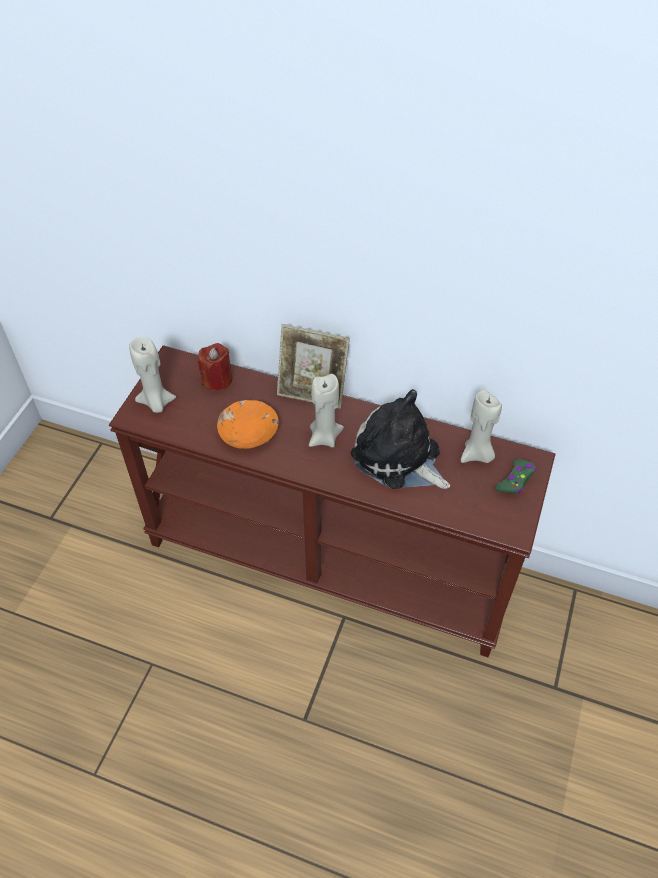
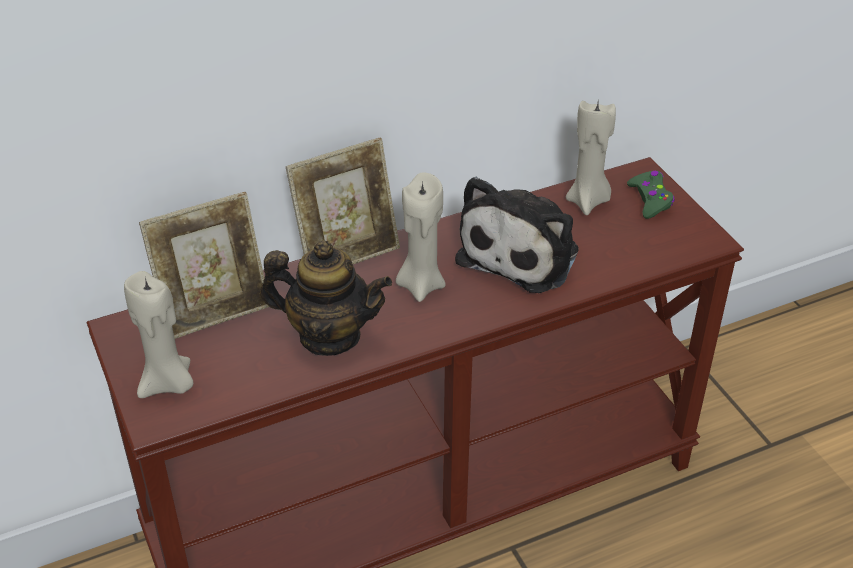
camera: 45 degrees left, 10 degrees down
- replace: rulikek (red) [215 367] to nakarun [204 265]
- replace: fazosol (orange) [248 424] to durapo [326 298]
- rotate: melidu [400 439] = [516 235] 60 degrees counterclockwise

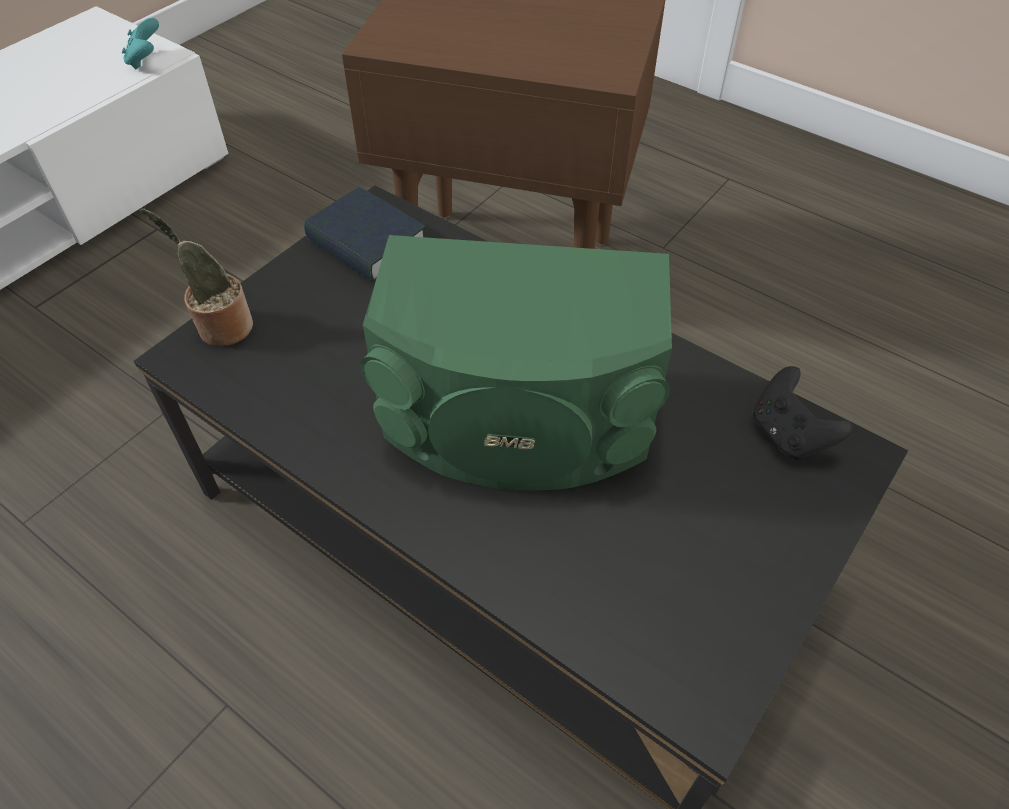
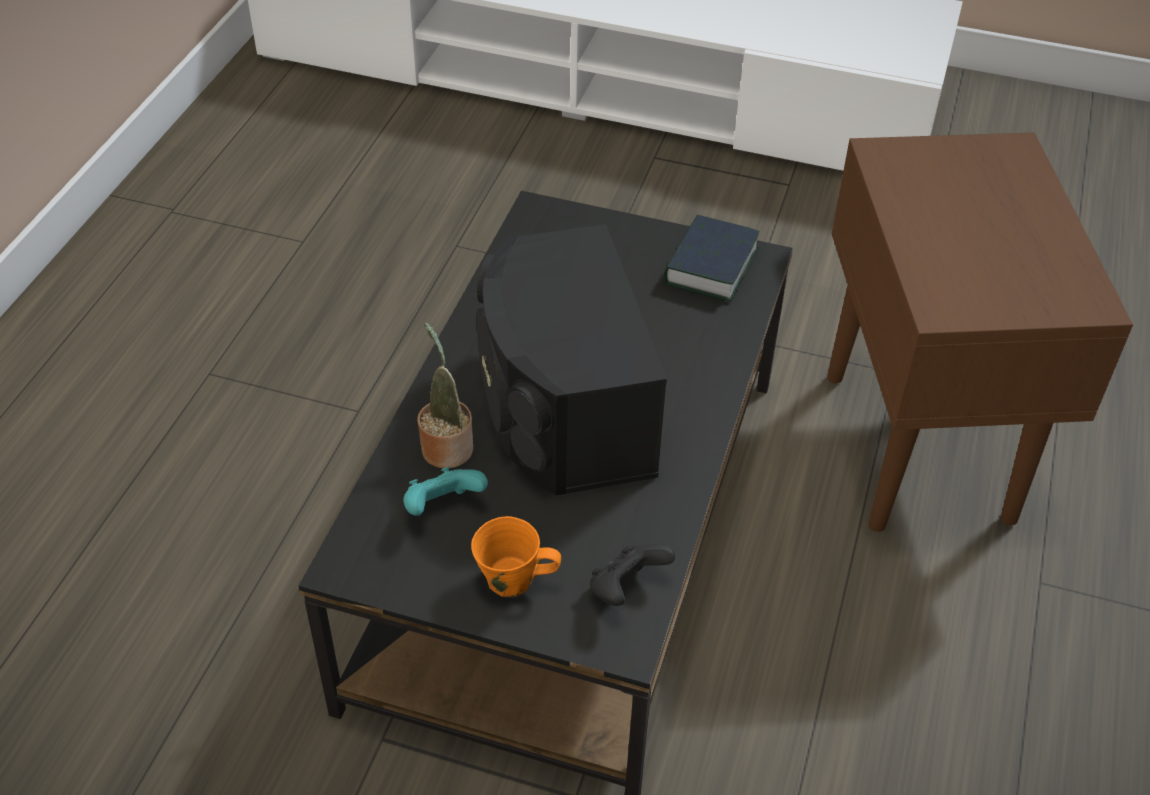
camera: 70 degrees right, 5 degrees down
- move: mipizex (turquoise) [140 44] to [445 491]
- move: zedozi [196 277] to [445 395]
- recolor: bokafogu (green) [516 362] to bokafogu (black) [572 359]
- insert: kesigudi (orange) [516 556]

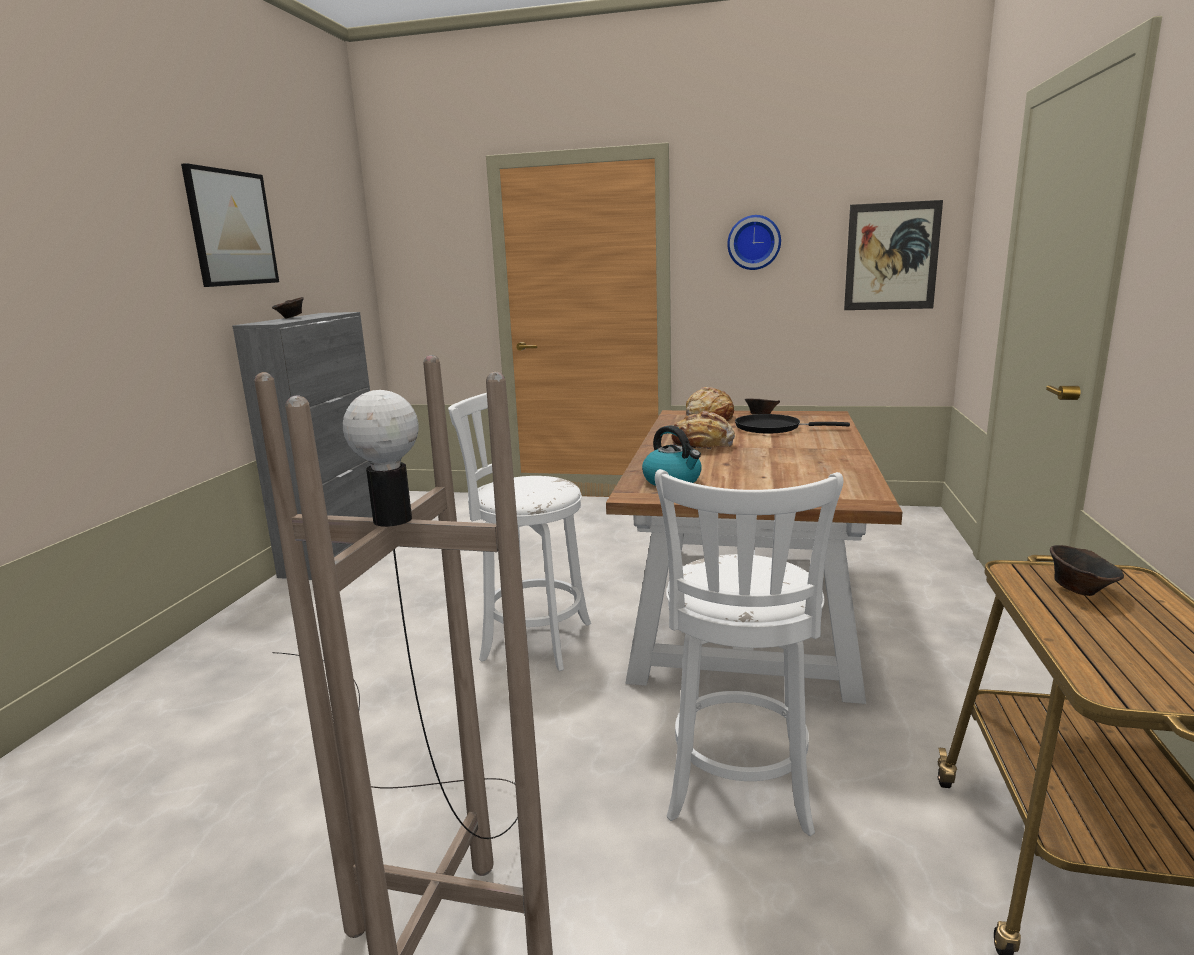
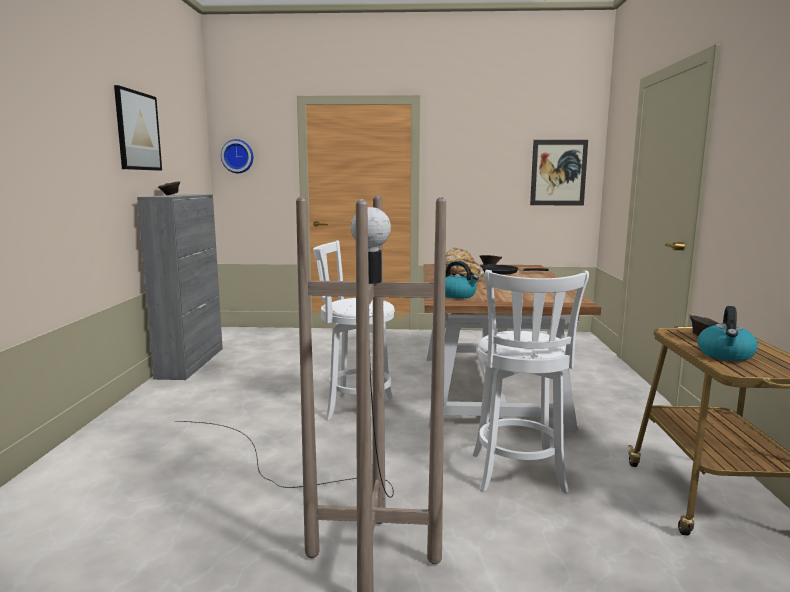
camera: 10 degrees left, 5 degrees down
- move: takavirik [754 242] to [237 156]
- insert: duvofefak [727 333]

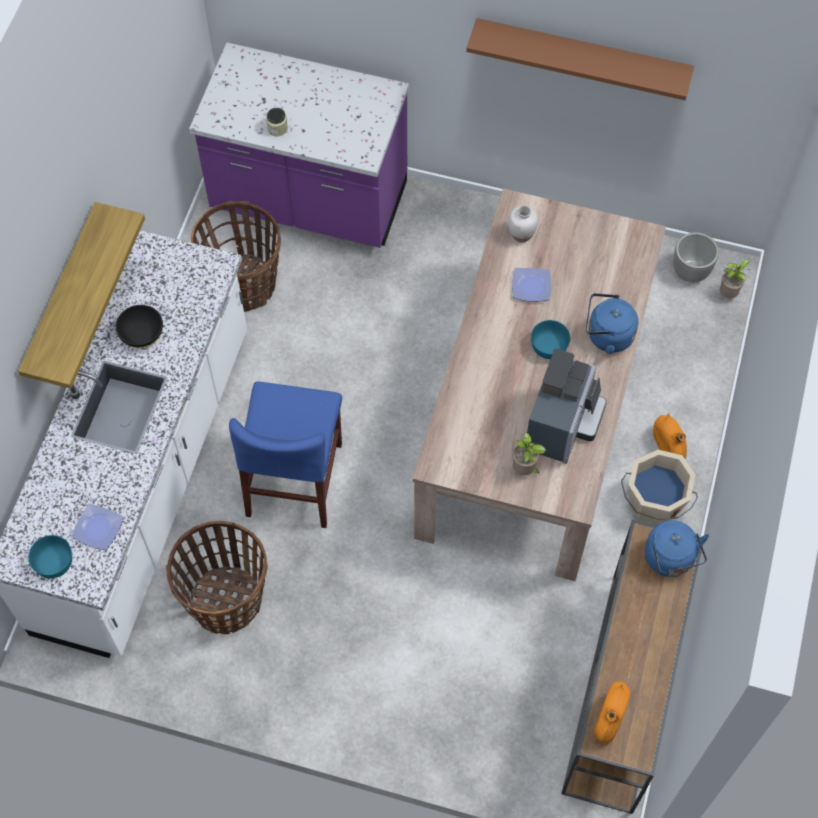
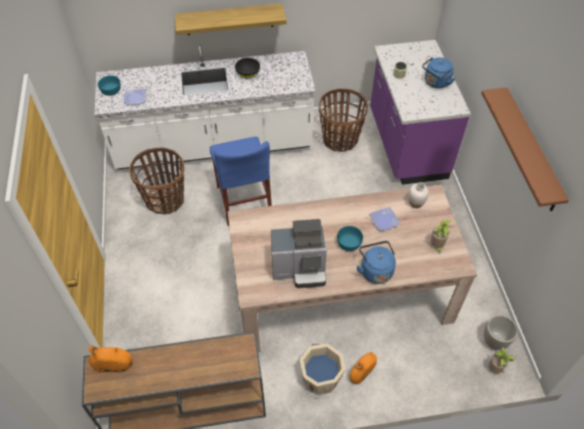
camera: 65 degrees right, 10 degrees down
- rotate: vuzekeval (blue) [285 455] = [241 181] 90 degrees counterclockwise
- move: zedozi [529 454] to [440 237]
- move: duvofefak (blue) [677 549] to [438 72]

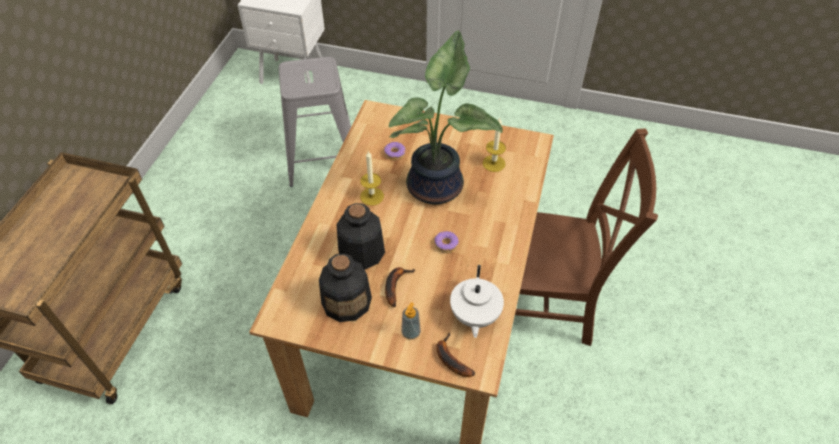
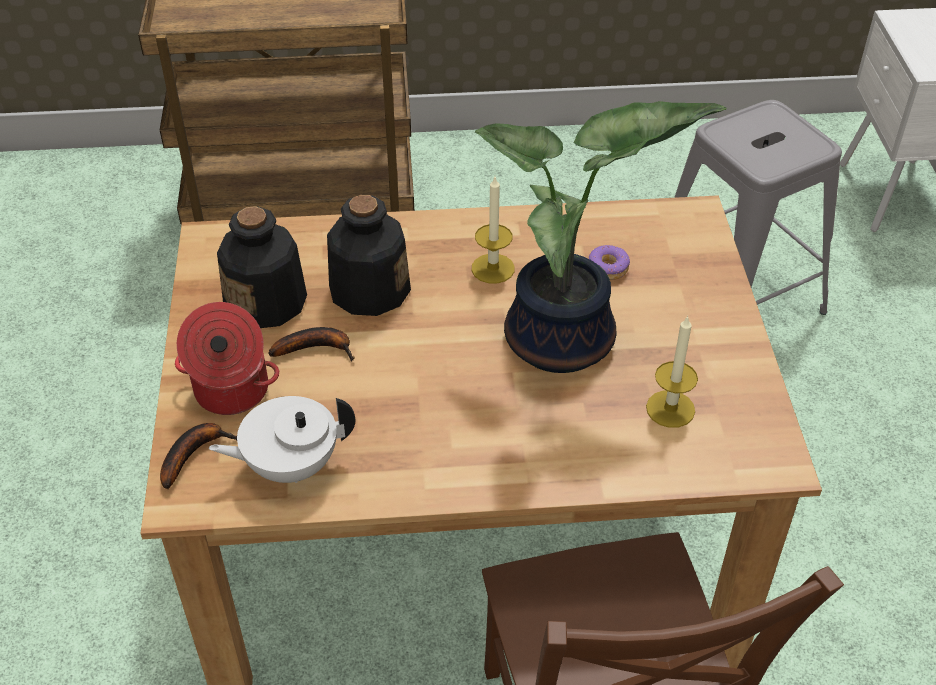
camera: 70 degrees right, 5 degrees down
- replace: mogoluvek [411 321] to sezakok [227 358]
- delete: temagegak [446 242]

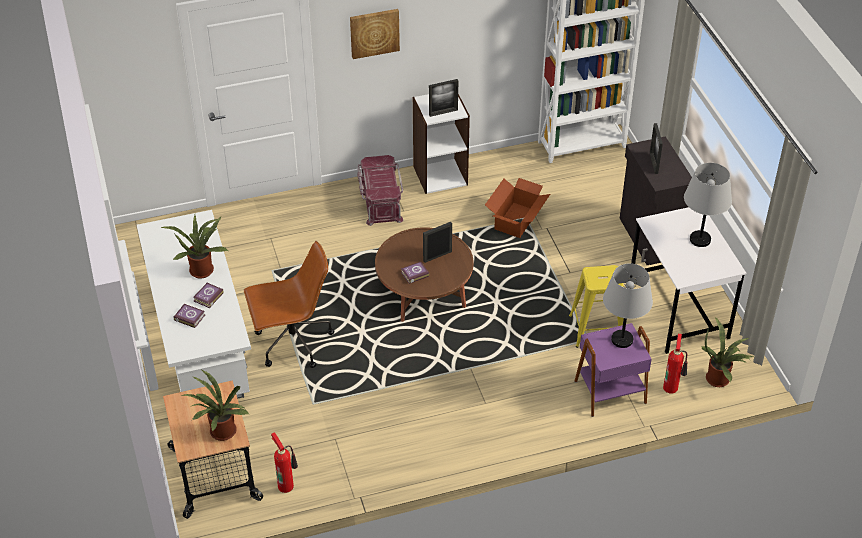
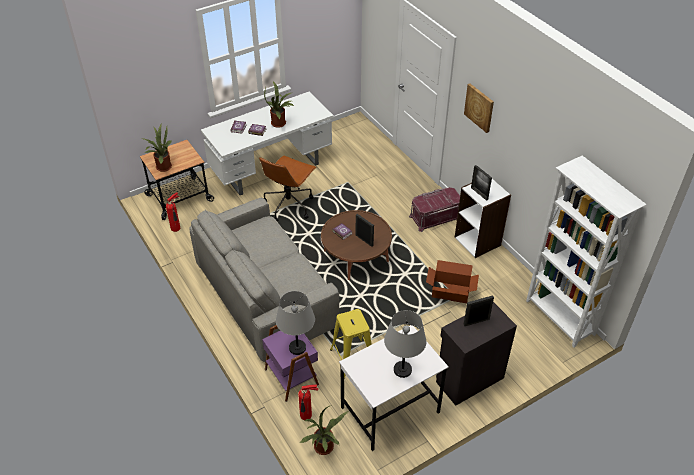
camera: 75 degrees right, 0 degrees up
- rotate: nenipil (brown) [289 304] = [287 189] 60 degrees clockwise
- insert: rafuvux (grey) [264 279]

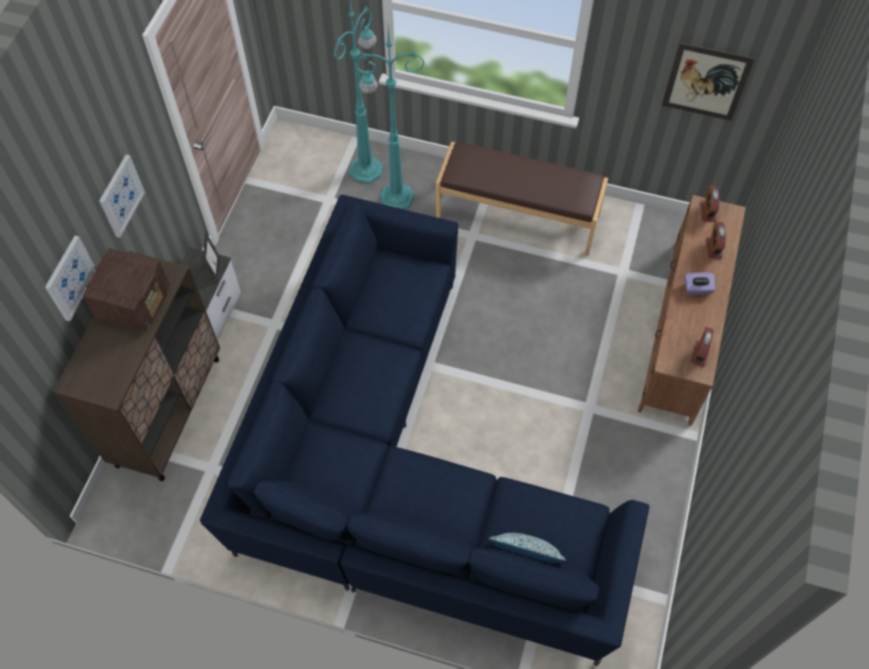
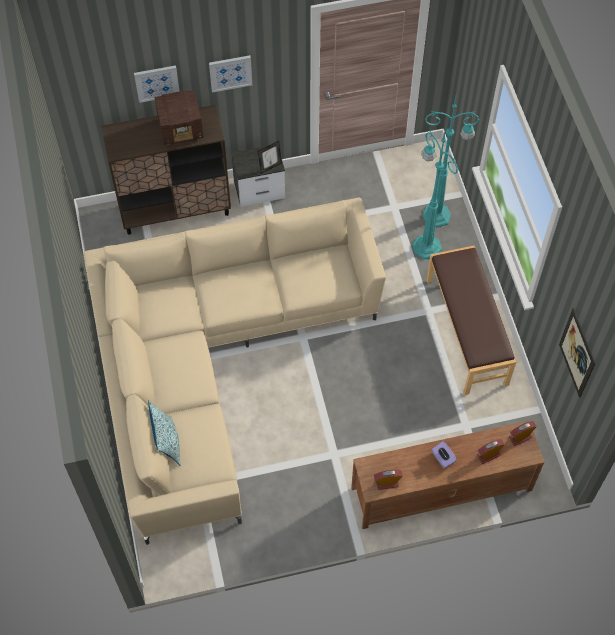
camera: 60 degrees right, 0 degrees up
- recolor: rafuvux (blue) [424 430] to rafuvux (beige) [235 371]

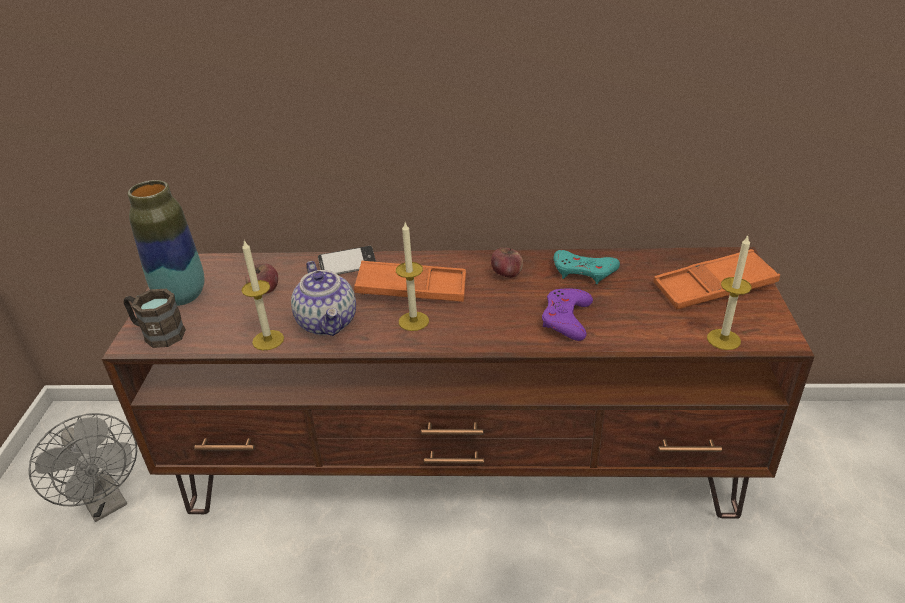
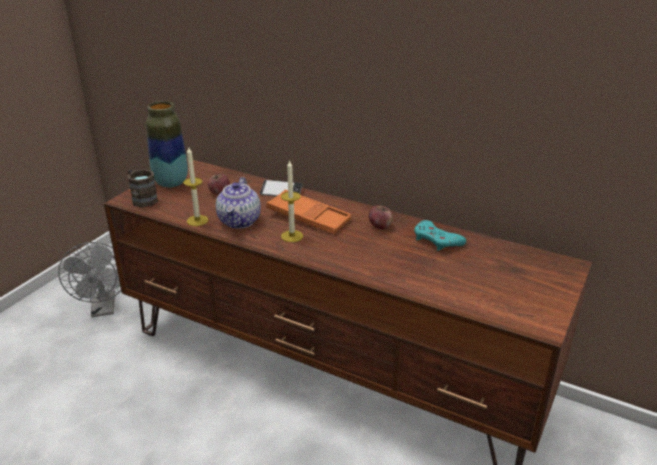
camera: 25 degrees right, 5 degrees down
- delete: mipizex (purple) [567 314]
- delete: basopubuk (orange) [717 279]
- delete: rulikek [729 293]

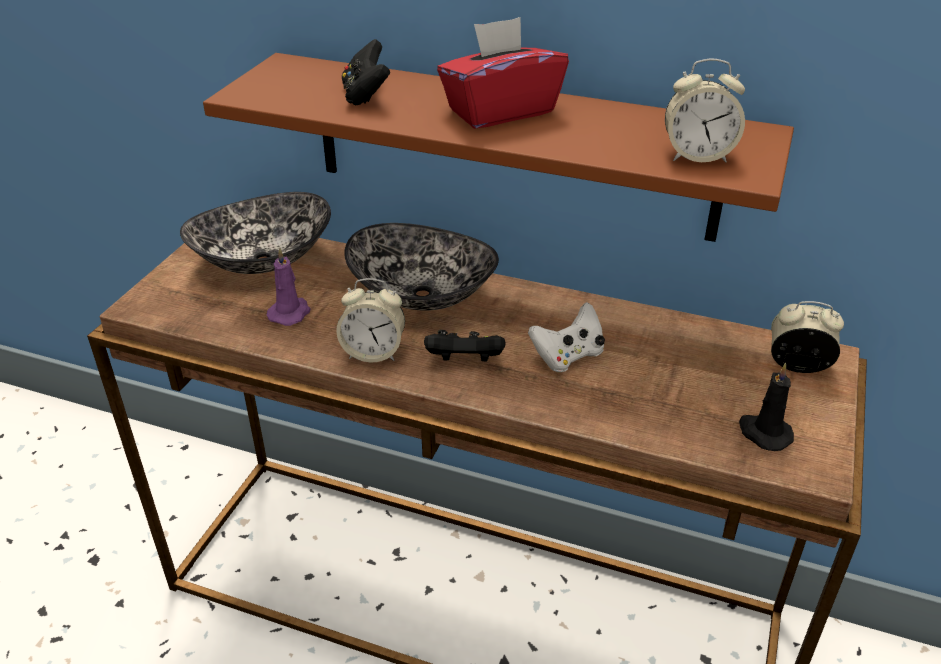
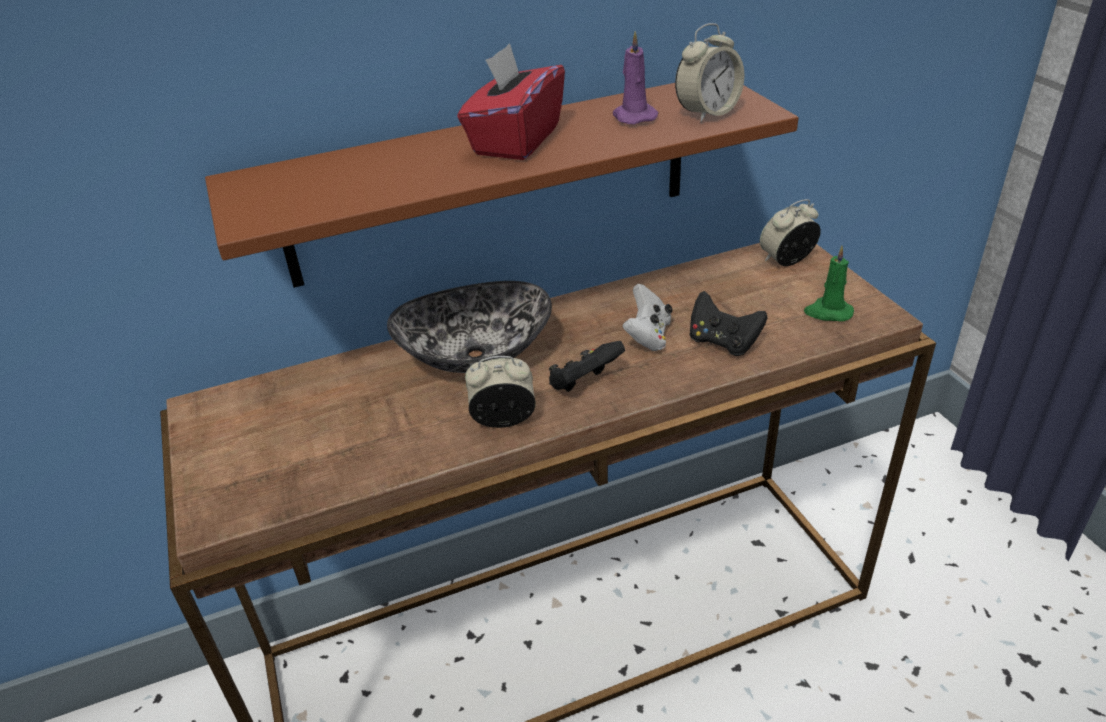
camera: 40 degrees left, 0 degrees up
- delete: fazosol [255 233]
- move: rulikek (purple) [288 286] to [635 77]
- rotate: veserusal [370 320] = [500 392] 150 degrees counterclockwise
- move: mipizex (black) [366 72] to [728 323]
- recolor: rulikek (black) [766 407] to rulikek (green) [829 284]

